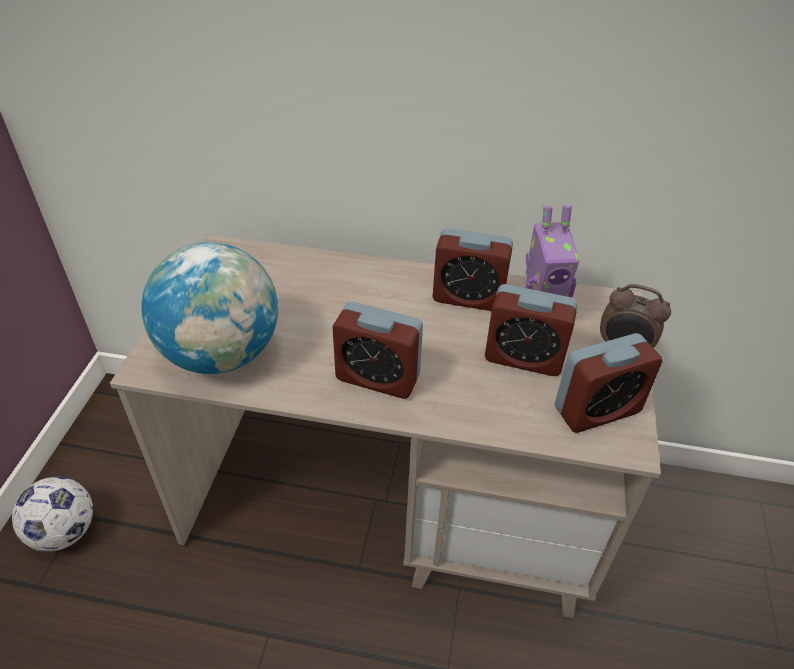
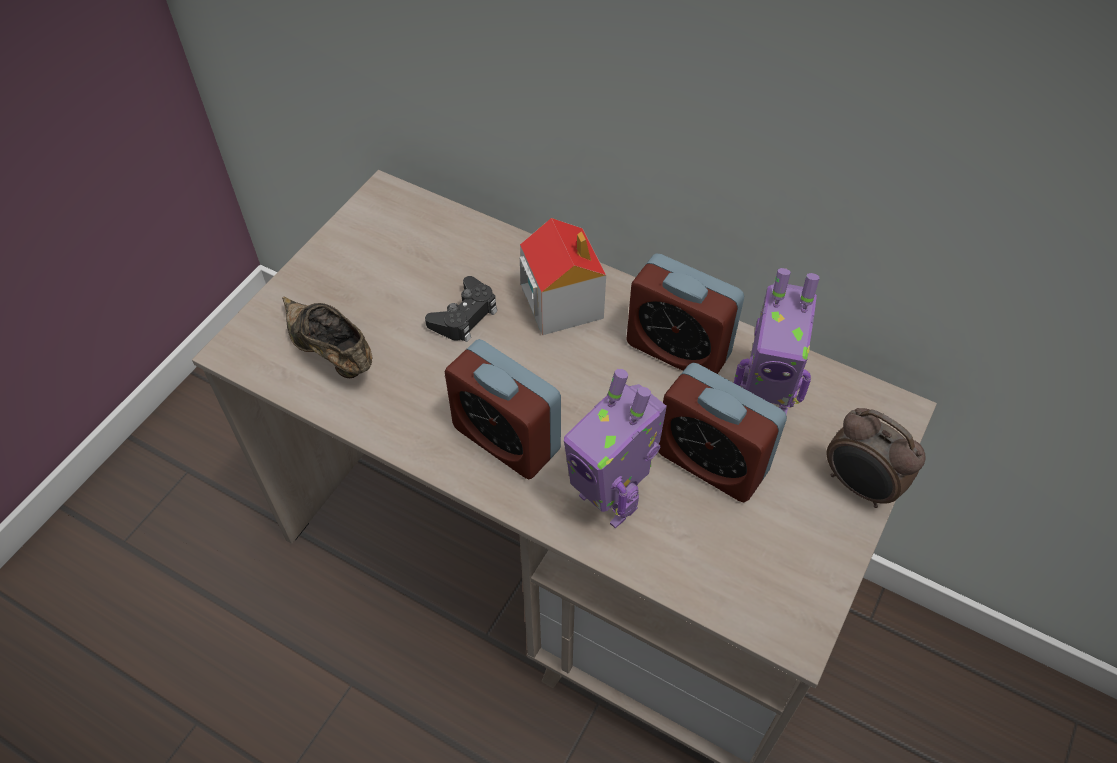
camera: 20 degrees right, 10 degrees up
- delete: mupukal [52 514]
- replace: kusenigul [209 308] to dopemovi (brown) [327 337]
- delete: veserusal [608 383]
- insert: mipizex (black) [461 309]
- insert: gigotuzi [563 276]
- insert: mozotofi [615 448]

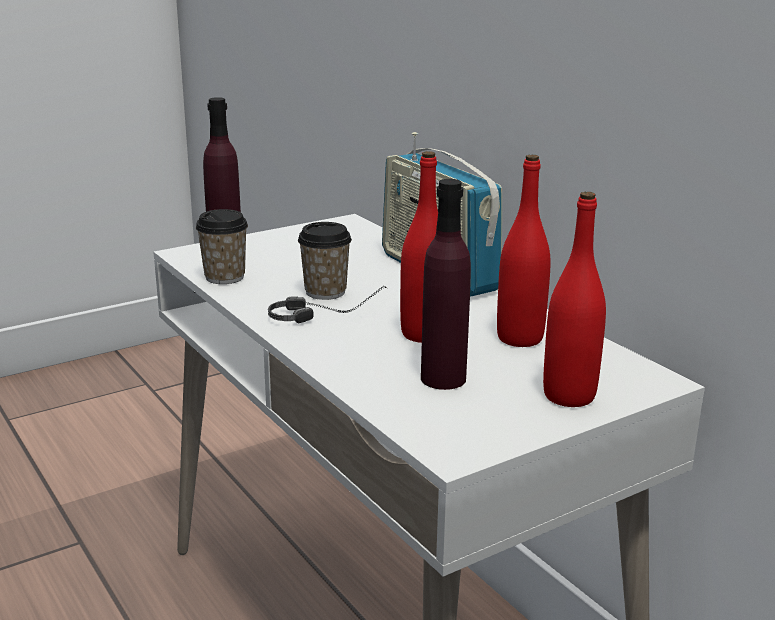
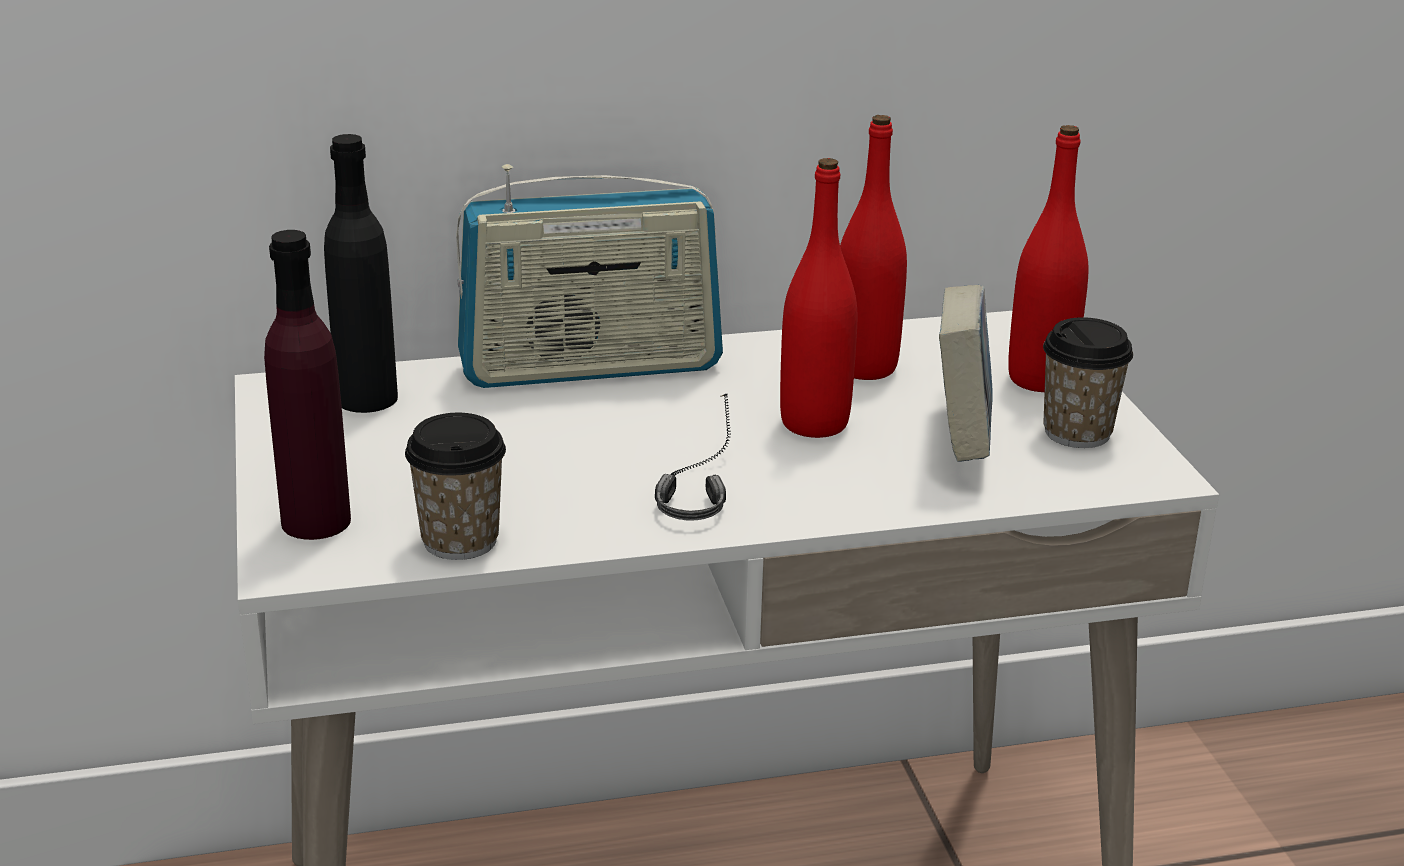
camera: 70 degrees left, 5 degrees up
- move: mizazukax [325 261] to [1088 382]
- replace: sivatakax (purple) [446 284] to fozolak [966 373]
- insert: sivatakax (black) [361 273]

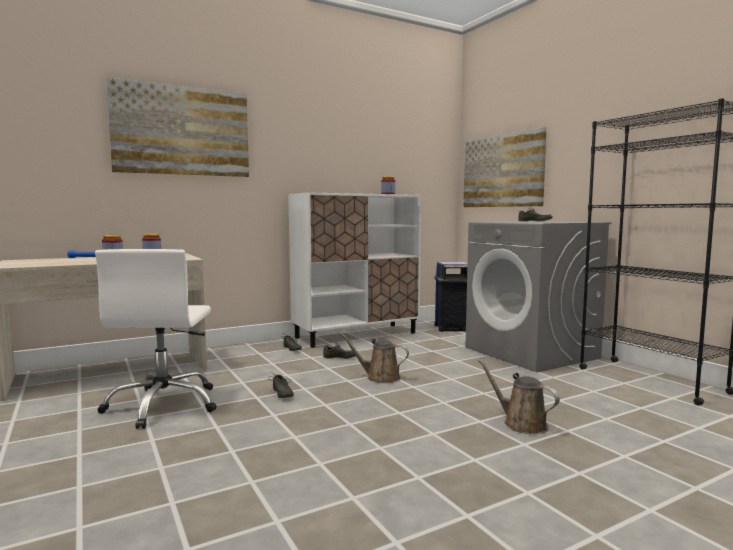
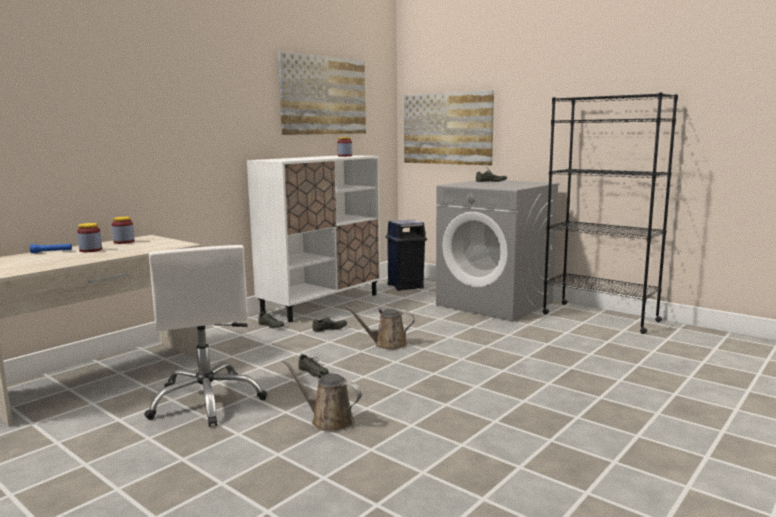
camera: 20 degrees left, 5 degrees up
- move: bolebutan [177 127] to [322 93]
- move: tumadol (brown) [519 396] to [322 396]

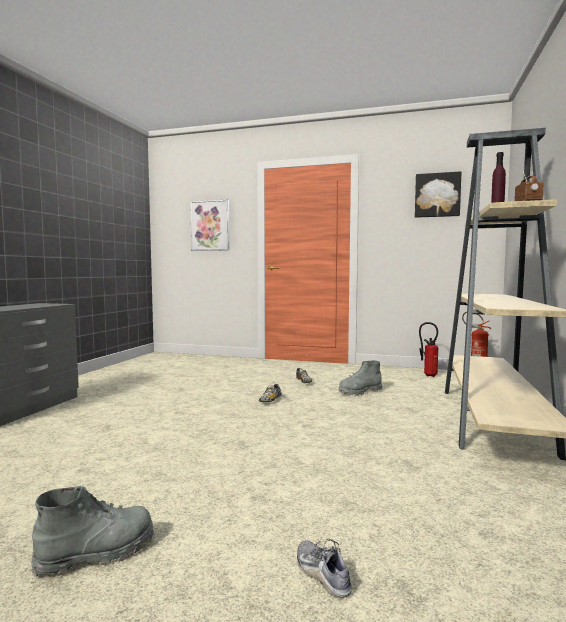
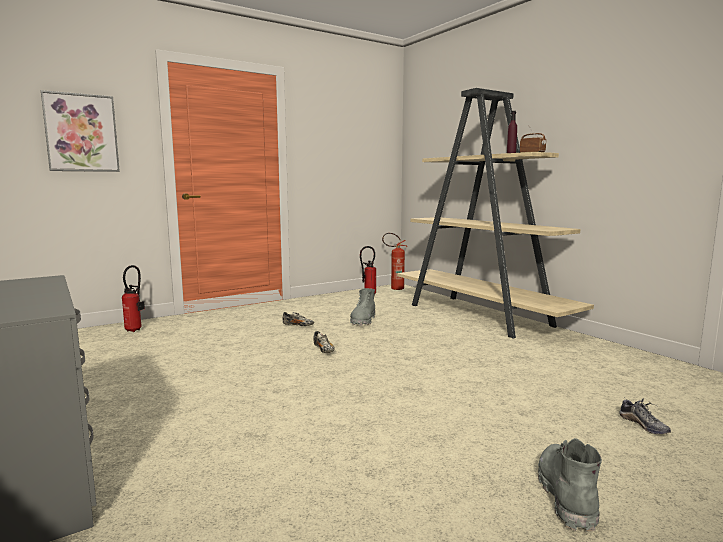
camera: 50 degrees left, 5 degrees up
- rotate: dopemovi [324 568] = [645 416] 120 degrees counterclockwise
- delete: bolebutan [438 194]
- insert: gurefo [133 298]

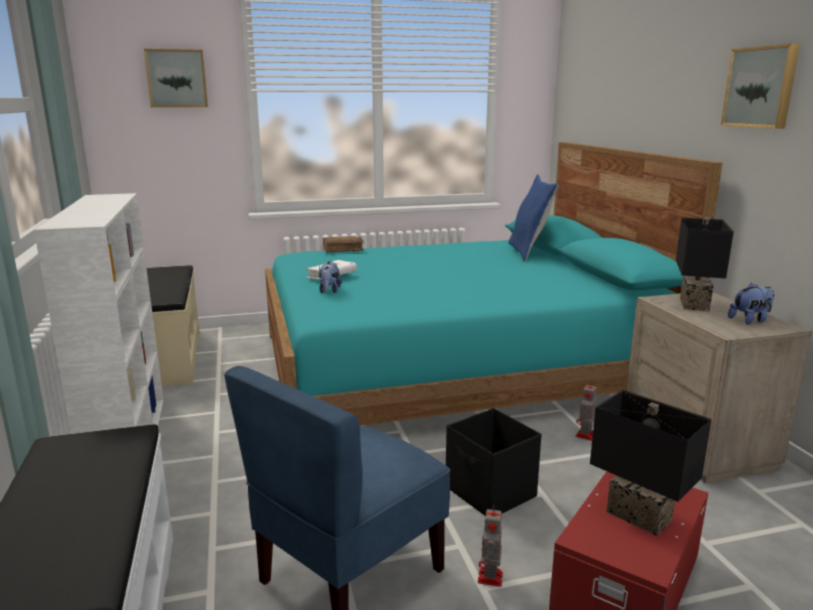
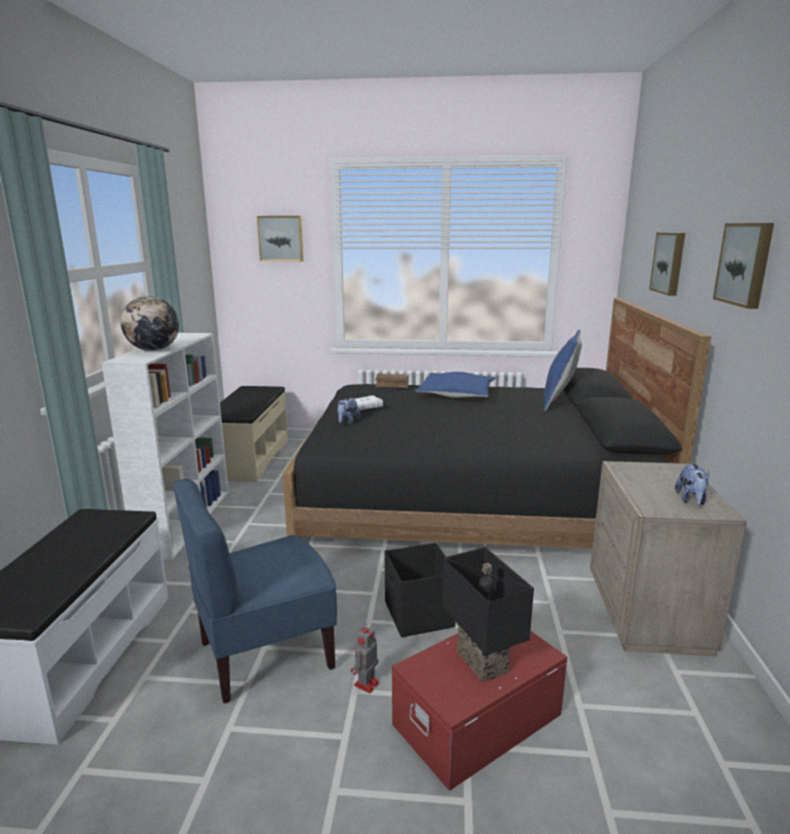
camera: 20 degrees right, 0 degrees up
- recolor: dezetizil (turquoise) [494 284] to dezetizil (black) [497 423]
- delete: mozotofi [586 411]
- delete: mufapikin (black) [705 264]
- rotate: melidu [751 304] = [692 483] 105 degrees clockwise
- insert: kusenigul [150 323]
- insert: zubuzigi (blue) [455 385]
- insert: bolebutan [667 264]

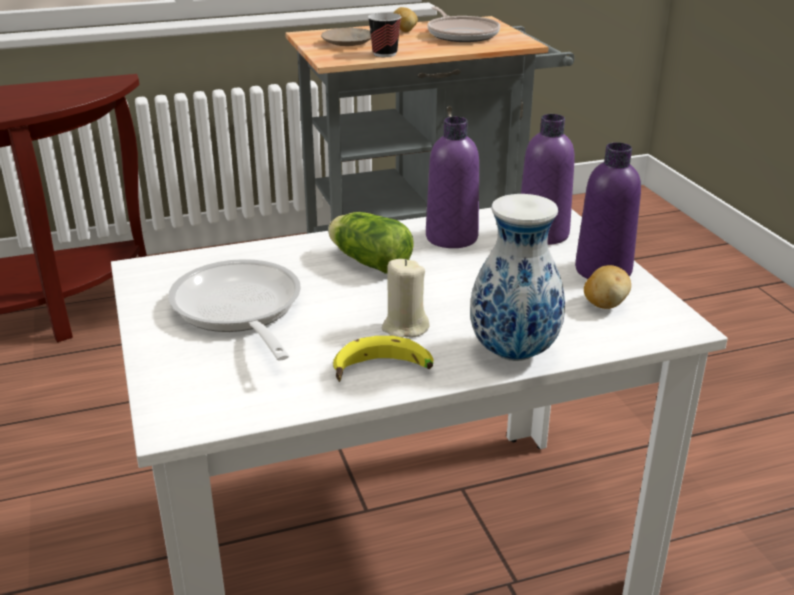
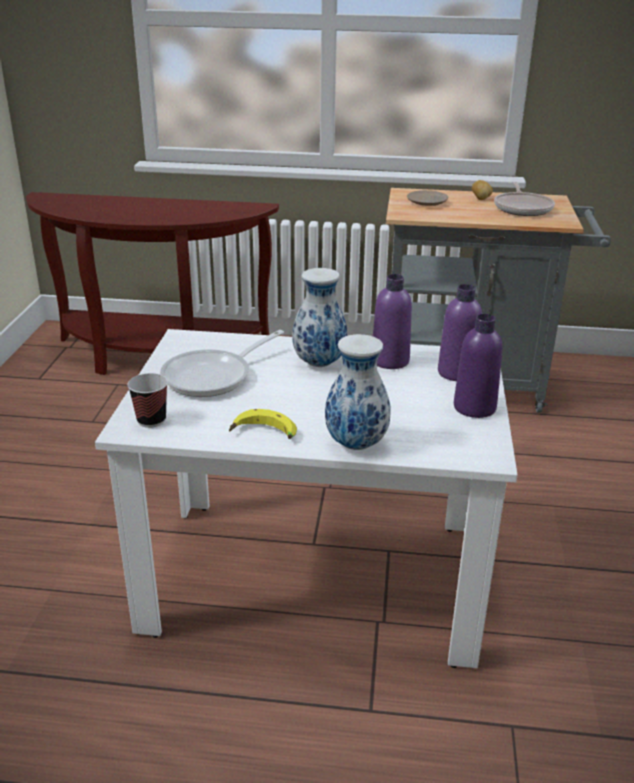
camera: 25 degrees right, 0 degrees up
- rotate: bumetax [234 309] = [222 363] 135 degrees counterclockwise
- replace: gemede [371 243] to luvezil [319 317]
- move: mizazukax [385 35] to [147 400]
- delete: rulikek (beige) [406 298]
- delete: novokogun [607 287]

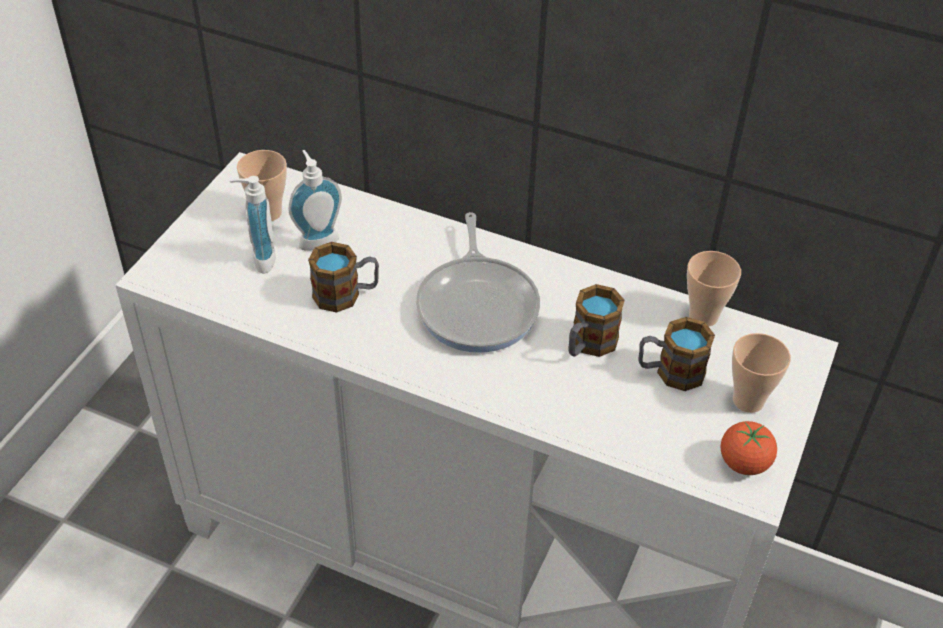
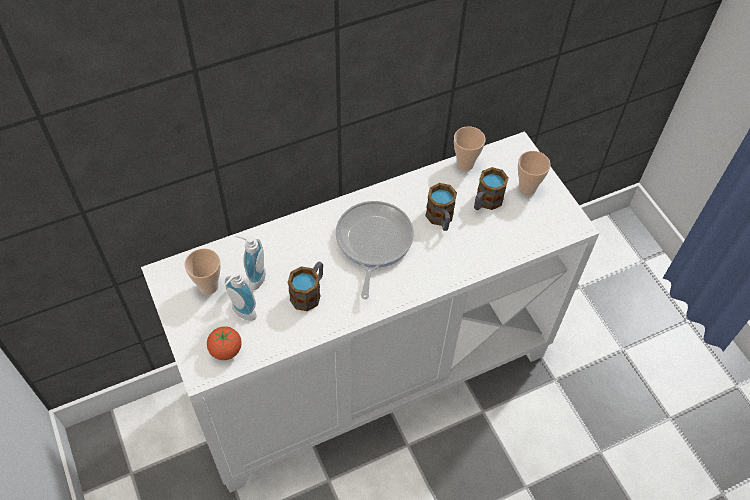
camera: 50 degrees left, 10 degrees up
- rotate: bumetax [478 282] = [375 250] 120 degrees counterclockwise
- move: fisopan [749 448] to [224 343]

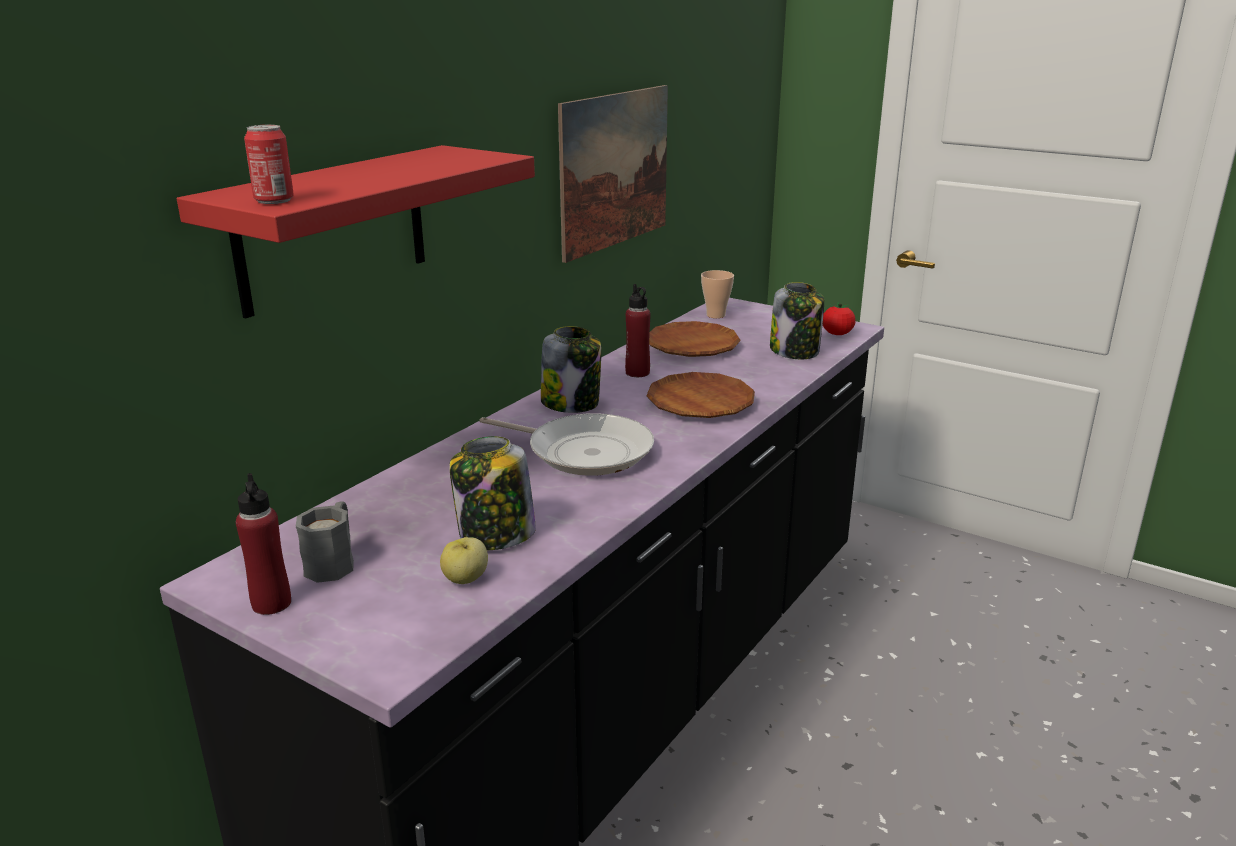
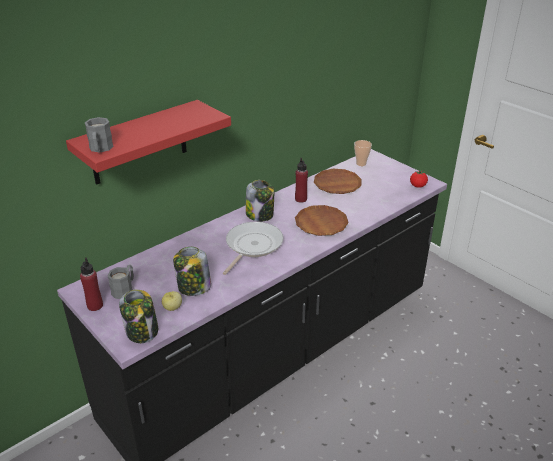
camera: 15 degrees right, 10 degrees up
- replace: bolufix [269 164] to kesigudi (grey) [99 135]
- rotate: bumetax [566 444] = [253 248] 105 degrees counterclockwise
- delete: bolebutan [613 174]
- move: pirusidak [797 320] to [138 316]

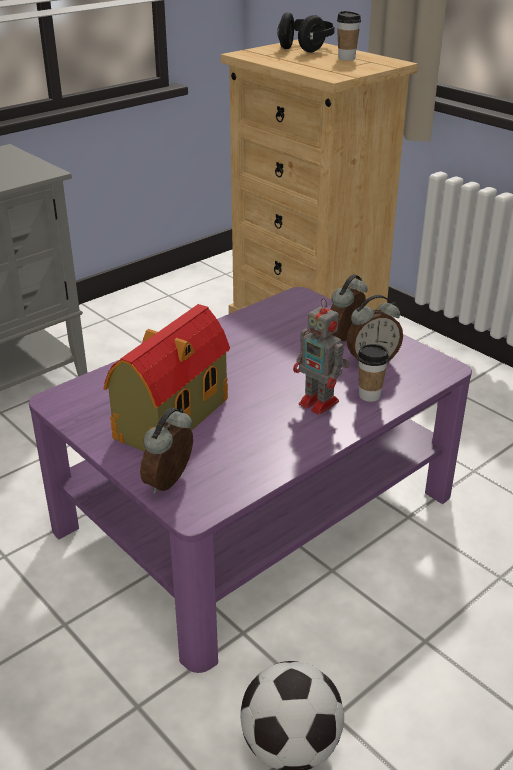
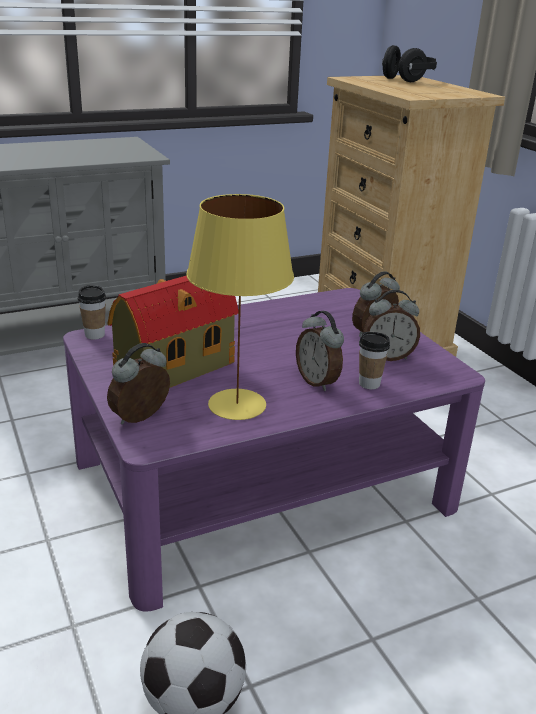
camera: 15 degrees right, 5 degrees down
- replace: mozotofi [321 356] to veserusal [320 351]
- move: mizazukax [349 36] to [92 312]
- insert: mufapikin (yellow) [240 307]

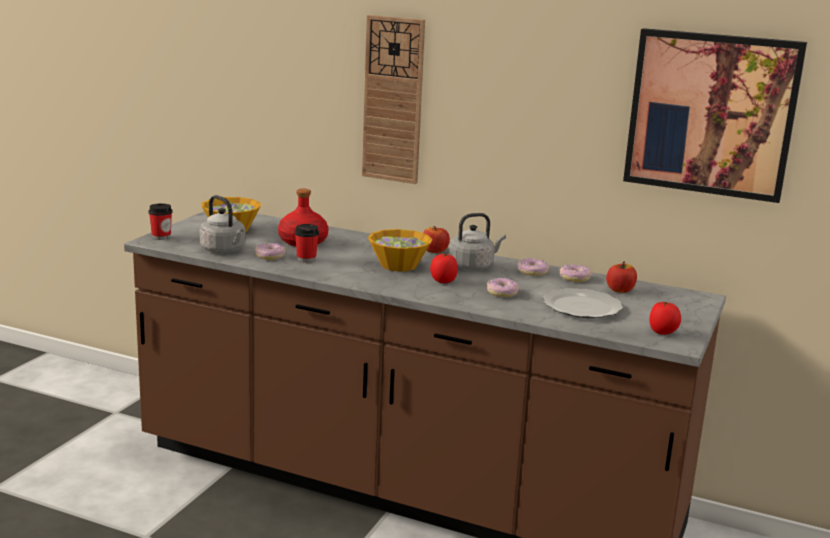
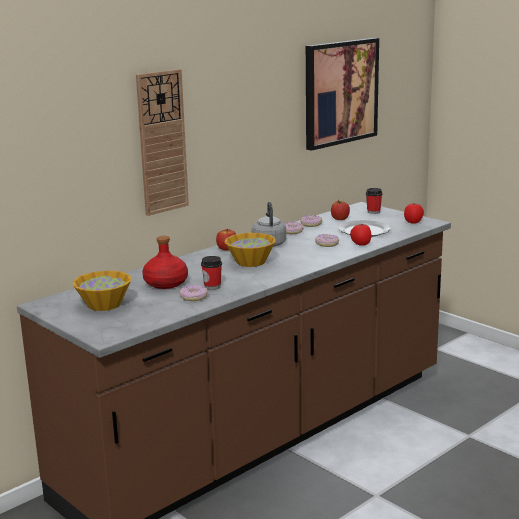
camera: 65 degrees left, 0 degrees up
- move: mizazukax [160 221] to [374 201]
- delete: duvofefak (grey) [222 224]
- move: fisopan [444 268] to [361 235]

